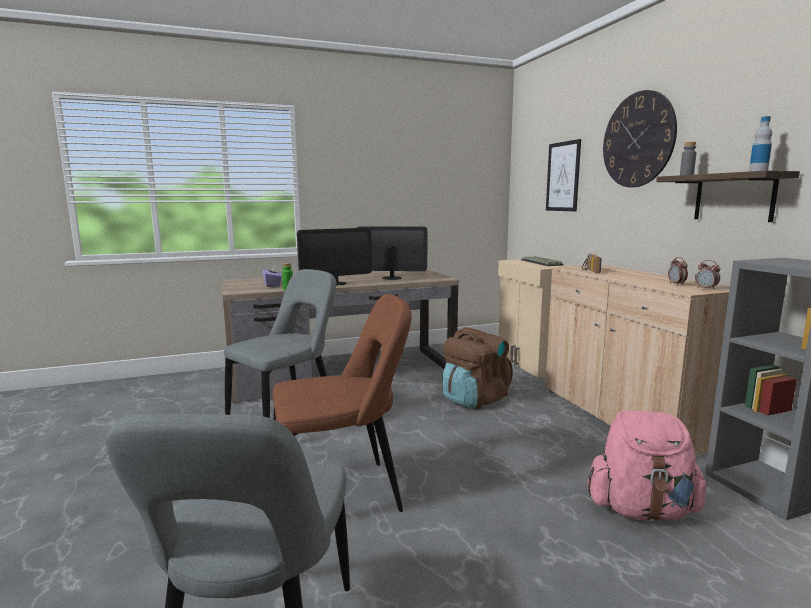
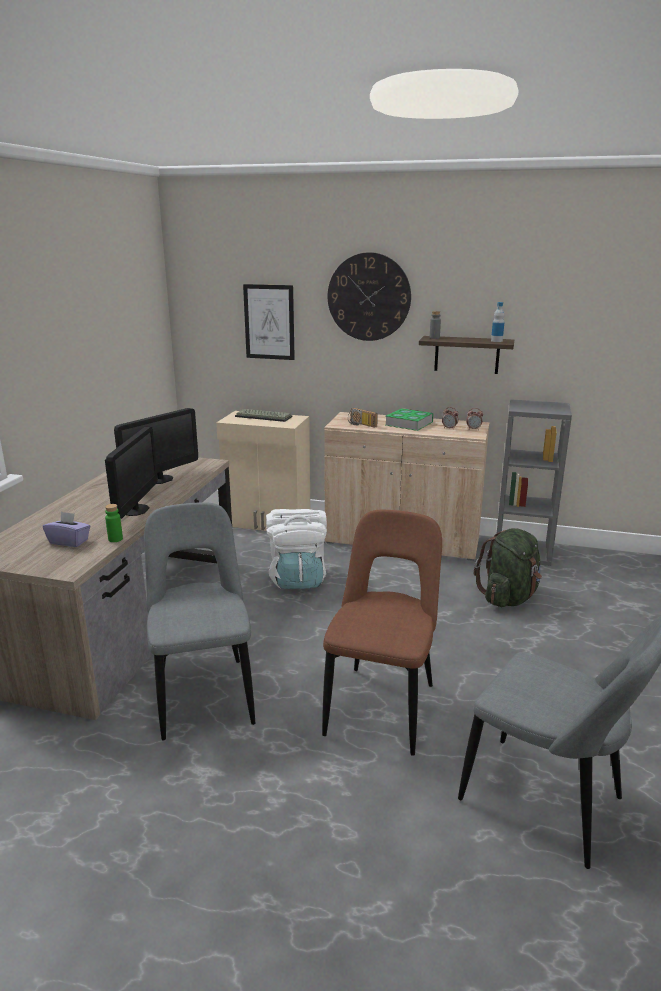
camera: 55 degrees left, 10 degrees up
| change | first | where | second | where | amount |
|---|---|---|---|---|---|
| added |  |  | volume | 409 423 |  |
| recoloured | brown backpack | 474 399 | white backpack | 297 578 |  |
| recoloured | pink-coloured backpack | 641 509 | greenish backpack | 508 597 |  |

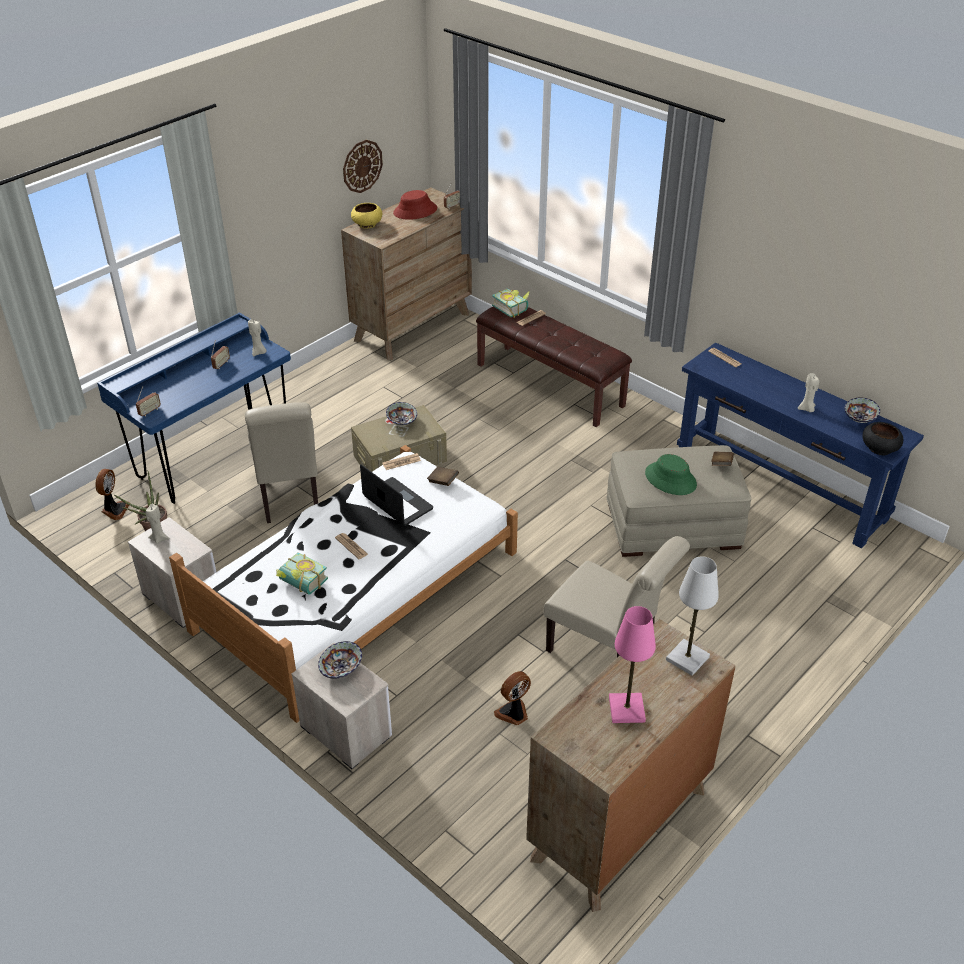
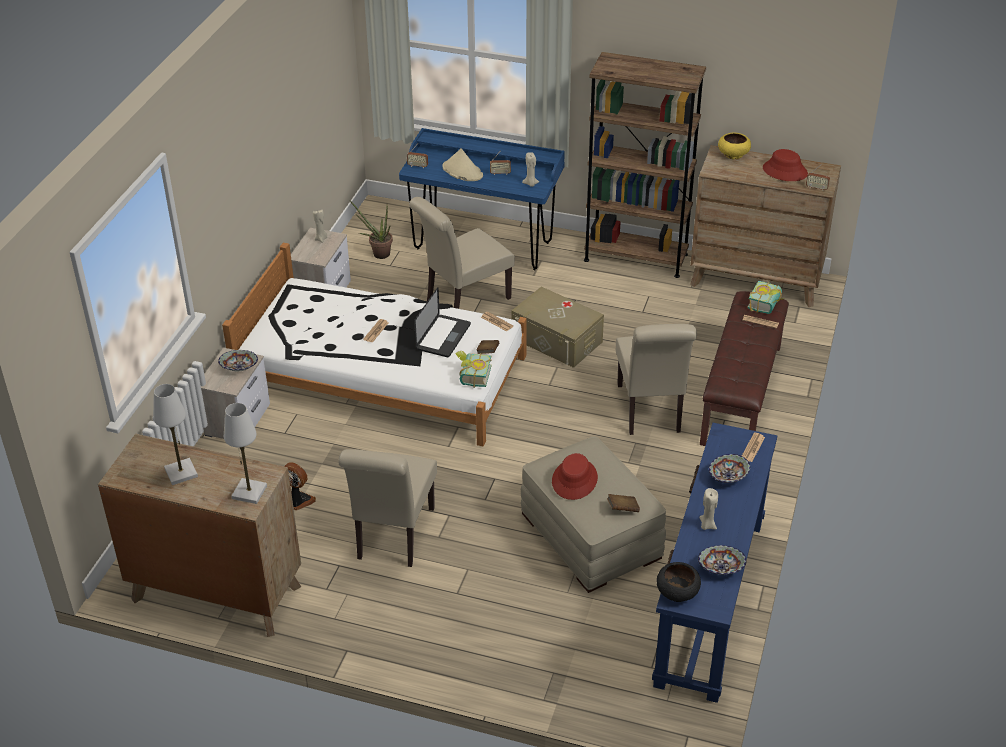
camera: 65 degrees right, 0 degrees up
| change | first | where | second | where | amount |
|---|---|---|---|---|---|
| removed | electric fan | 114 510 |  |  |  |
| removed | hanging clock | 362 166 |  |  |  |
| added |  |  | beige hat | 462 171 |  |
| added |  |  | brown shelving unit | 635 257 |  |
| added |  |  | beige plain chair | 650 412 |  |
| moved | volume | 300 584 |  | 471 376 |  |
| moved | serving bowl | 401 421 |  | 728 476 |  |
| recoloured | pink-coloured table lamp | 626 709 | white table lamp | 181 472 |  |
| recoloured | greenish hat | 670 479 | red-coloured hat | 575 480 |  |

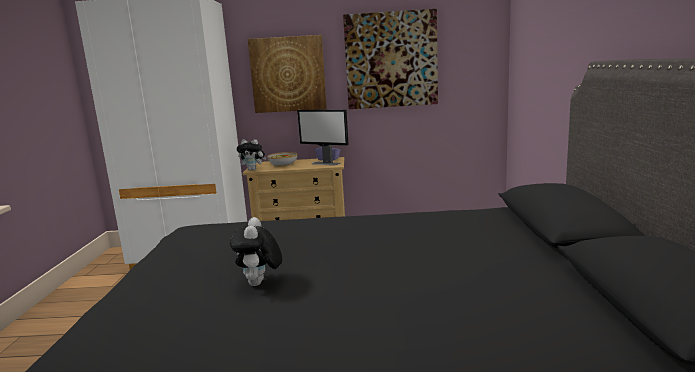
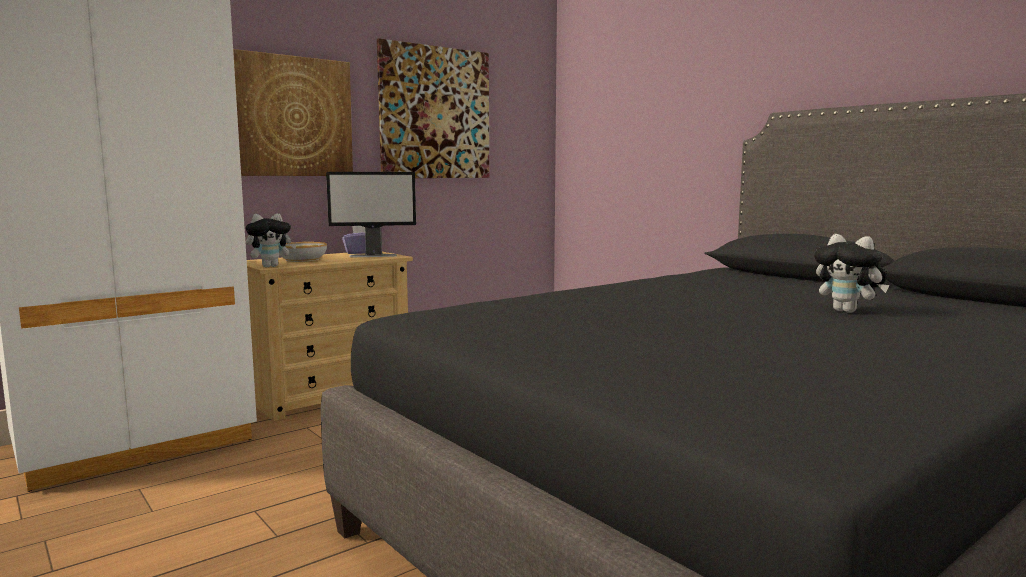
camera: 40 degrees left, 5 degrees down
| change | first | where | second | where | amount |
|---|---|---|---|---|---|
| moved | soft toy | 260 284 |  | 848 311 |  |

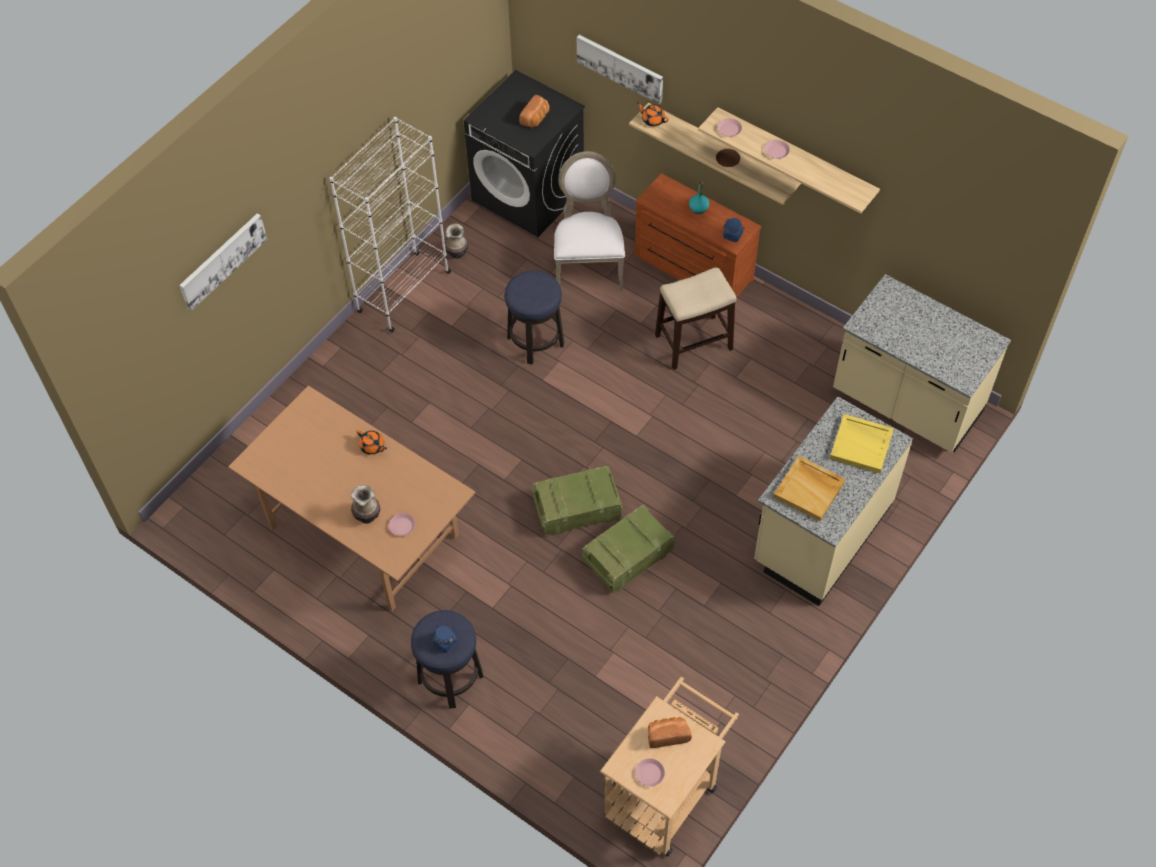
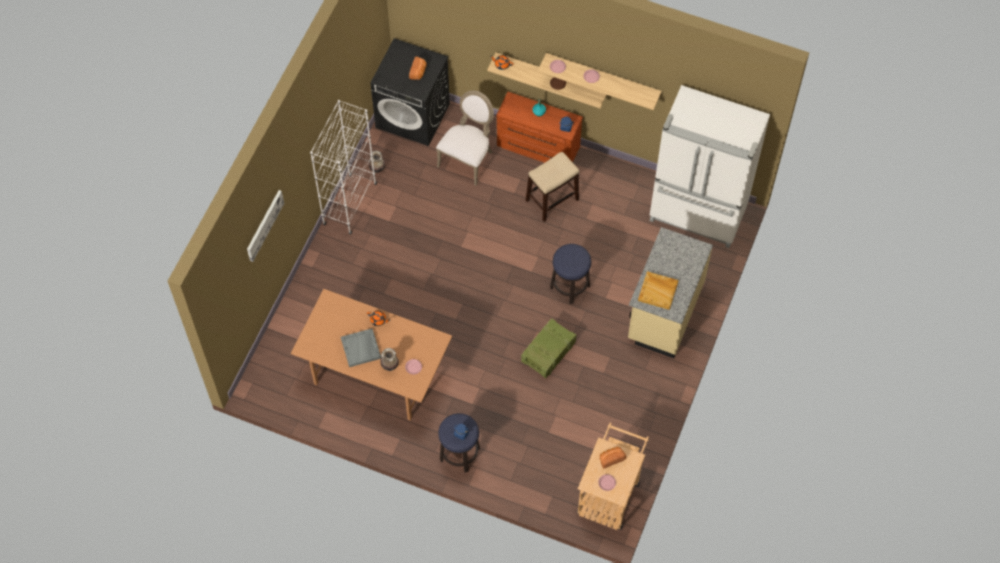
camera: 15 degrees left, 5 degrees up
| change | first | where | second | where | amount |
|---|---|---|---|---|---|
| removed | crate | 576 509 |  |  |  |
| removed | wall picture | 620 67 |  |  |  |
| removed | yellow carrying tray | 862 445 |  |  |  |
| added |  |  | gray carrying tray | 361 348 |  |
| moved | stool seat | 535 341 |  | 570 286 |  |
| replaced | beige kitchen base unit | 906 404 | white fridge | 698 214 |  |
| turned | white plain chair | 588 264 |  | 468 158 | 45 degrees clockwise |

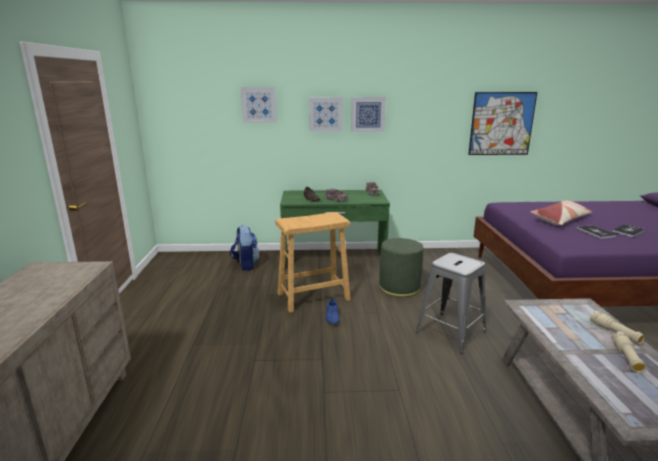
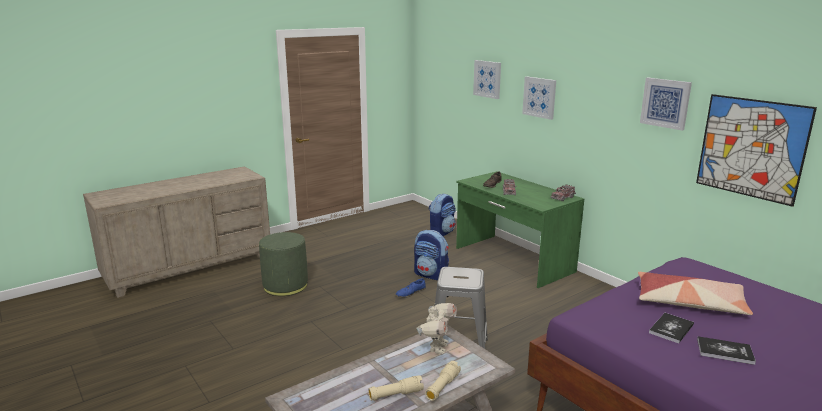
camera: 55 degrees right, 0 degrees up
| change | first | where | second | where | amount |
|---|---|---|---|---|---|
| added |  |  | robot figure | 437 347 |  |
| moved | wall picture | 368 114 |  | 665 103 |  |
| moved | greenish ottoman | 399 287 |  | 285 286 |  |
| replaced | beige stool seat | 314 296 | backpack | 431 275 |  |

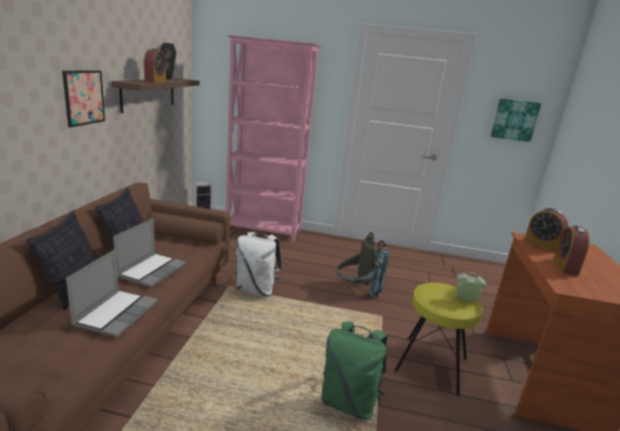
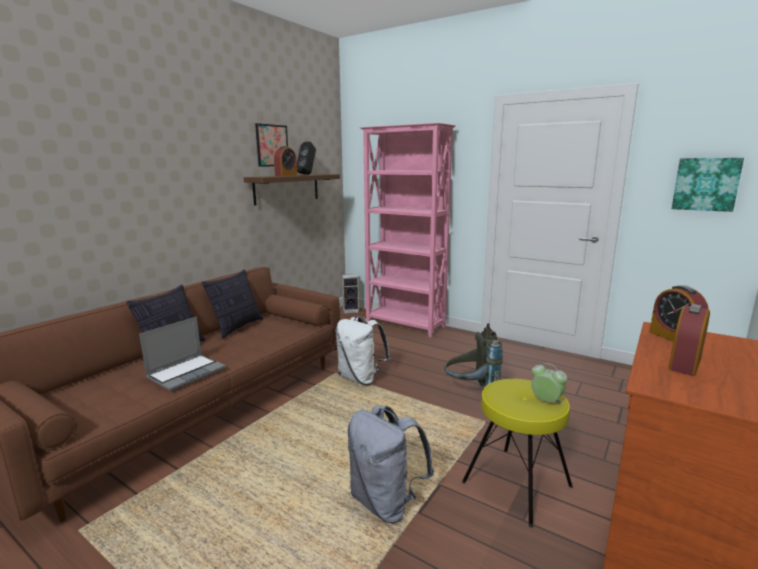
camera: 25 degrees right, 5 degrees down
| change | first | where | second | where | amount |
|---|---|---|---|---|---|
| removed | laptop | 151 270 |  |  |  |
| moved | wall picture | 84 97 |  | 272 145 |  |
| recoloured | greenish backpack | 349 402 | gray backpack | 386 502 |  |

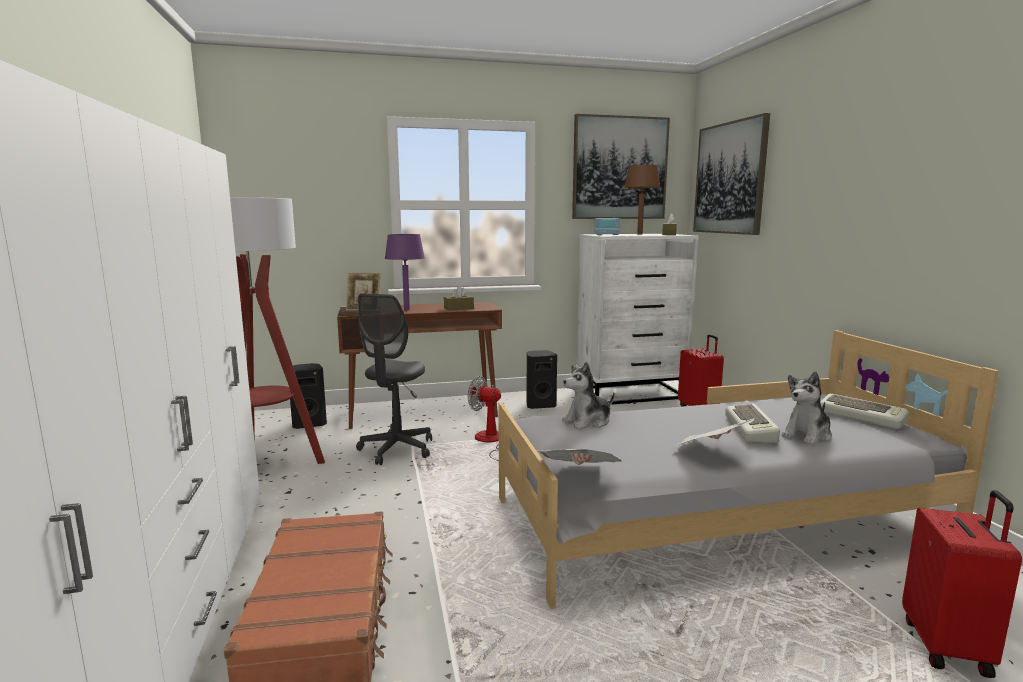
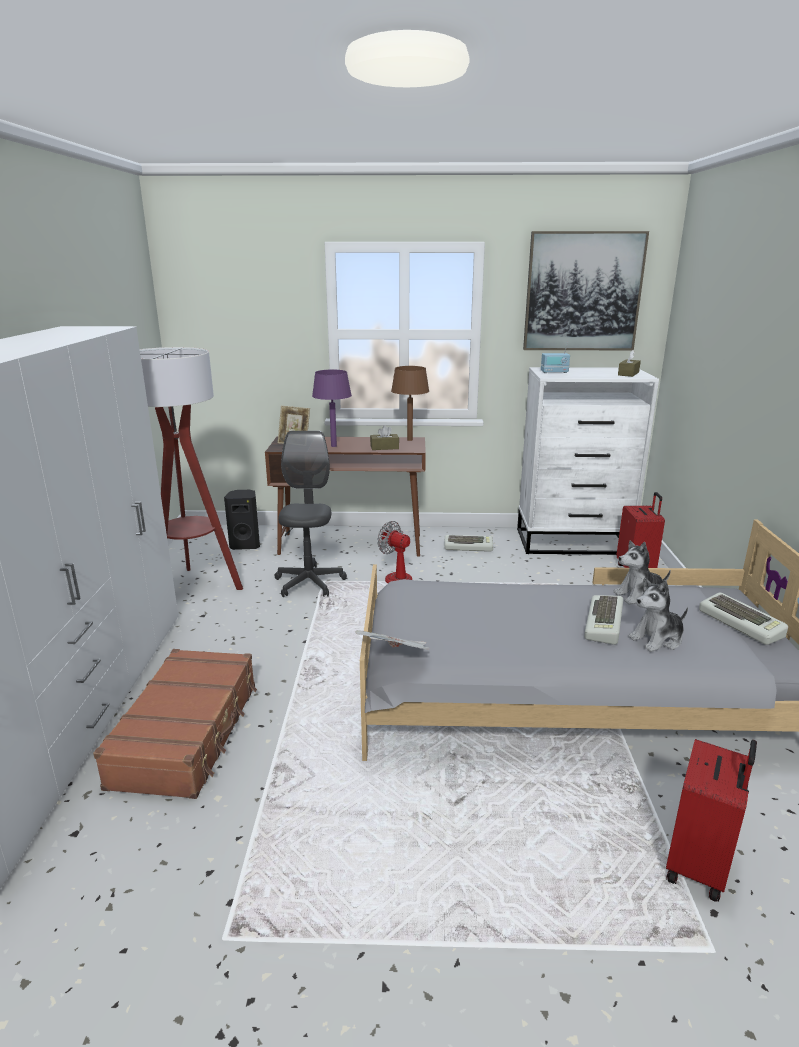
camera: 15 degrees right, 10 degrees up
| change | first | where | second | where | amount |
|---|---|---|---|---|---|
| removed | newspaper | 711 452 |  |  |  |
| removed | wall picture | 730 178 |  |  |  |
| moved | soft toy | 588 421 |  | 639 596 |  |
| moved | brown table lamp | 640 234 |  | 410 440 |  |
| replaced | blackish speaker | 540 405 | PC keyboard | 469 547 |  |
| turned | gray office chair | 397 449 |  | 309 583 | 150 degrees clockwise |

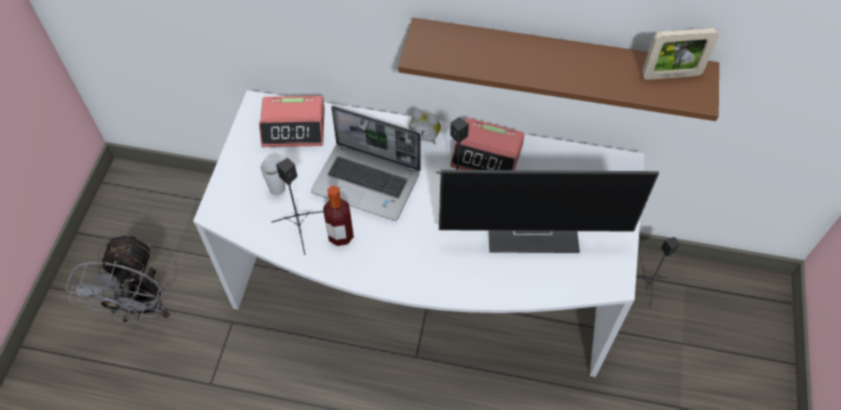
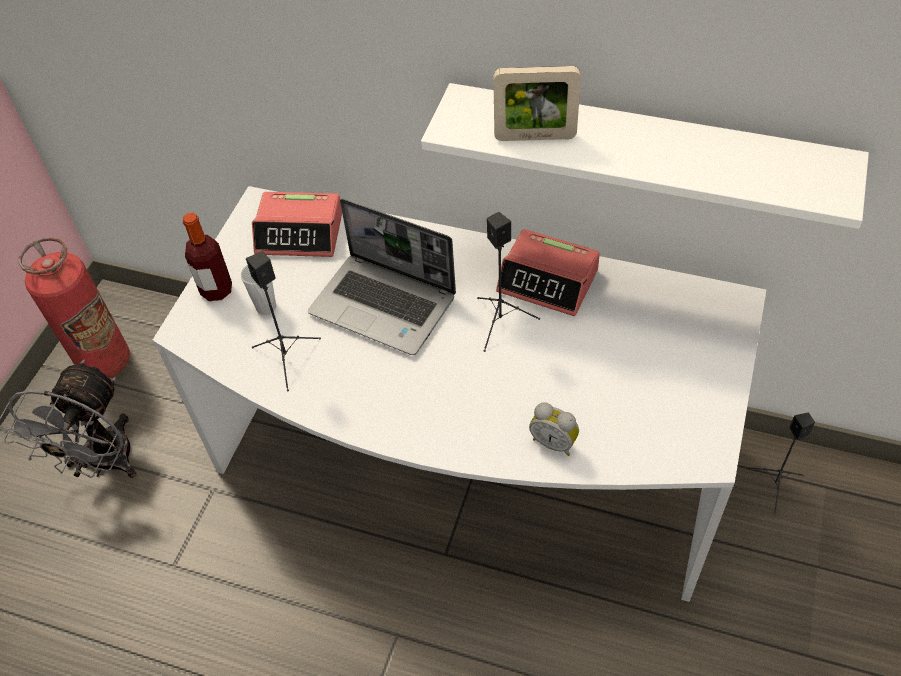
camera: 10 degrees right, 5 degrees down
| change | first | where | second | where | amount |
|---|---|---|---|---|---|
| removed | computer screen | 534 229 |  |  |  |
| added |  |  | fire-fighting cylinder | 105 362 |  |
| moved | bottle | 340 236 |  | 216 290 |  |
| moved | bedside clock | 425 136 |  | 554 442 |  |
| moved | picture frame | 671 75 |  | 535 137 |  |
| recoloured | brown wall shelf | 557 63 | white wall shelf | 643 151 |  |

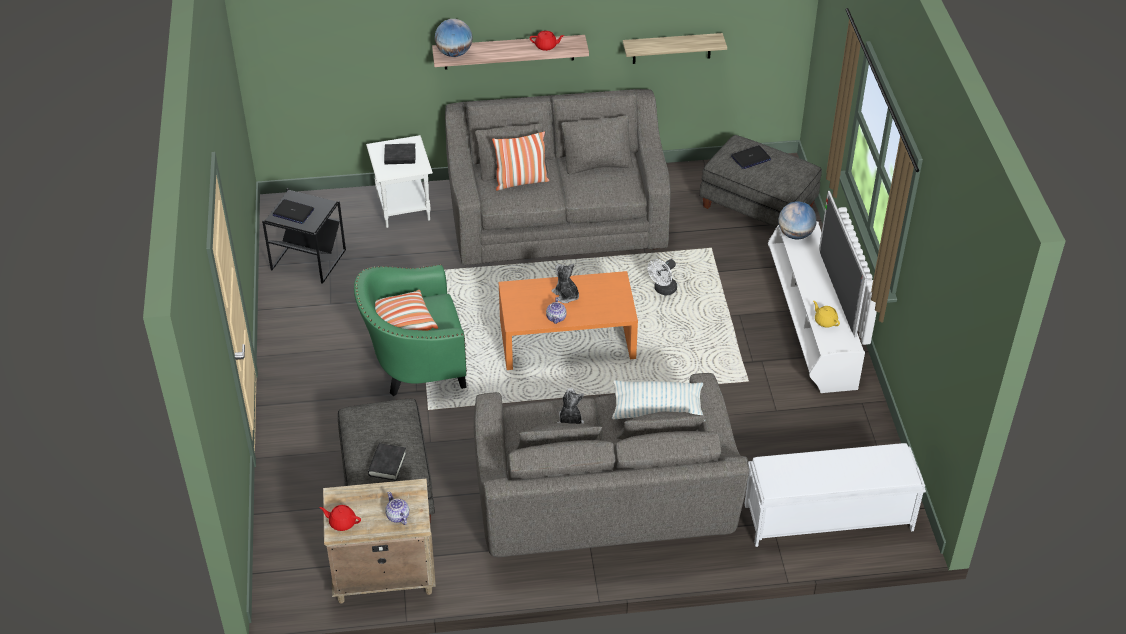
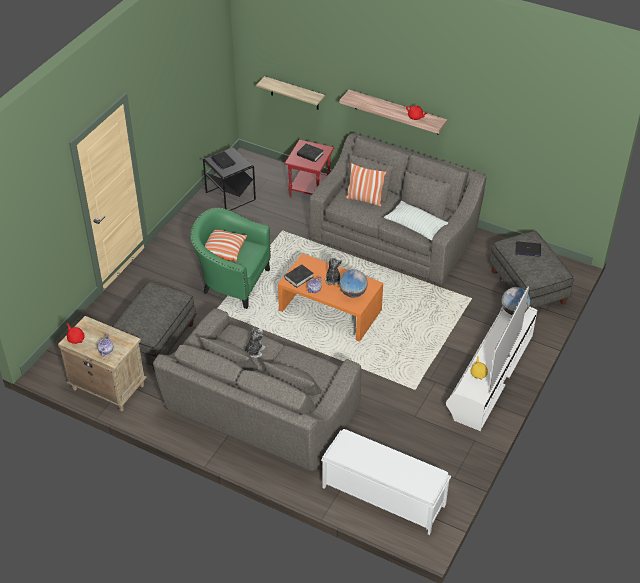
camera: 35 degrees right, 0 degrees up
| change | first | where | second | where | amount |
|---|---|---|---|---|---|
| removed | white electric fan | 663 290 |  |  |  |
| moved | blackish volume | 387 464 |  | 299 277 |  |
| moved | globe | 454 53 |  | 353 293 |  |
| moved | cushion | 657 410 |  | 415 226 |  |
| moved | wall shelf | 672 48 |  | 294 93 |  |
| recoloured | white side table | 403 208 | red-coloured side table | 310 190 |  |

